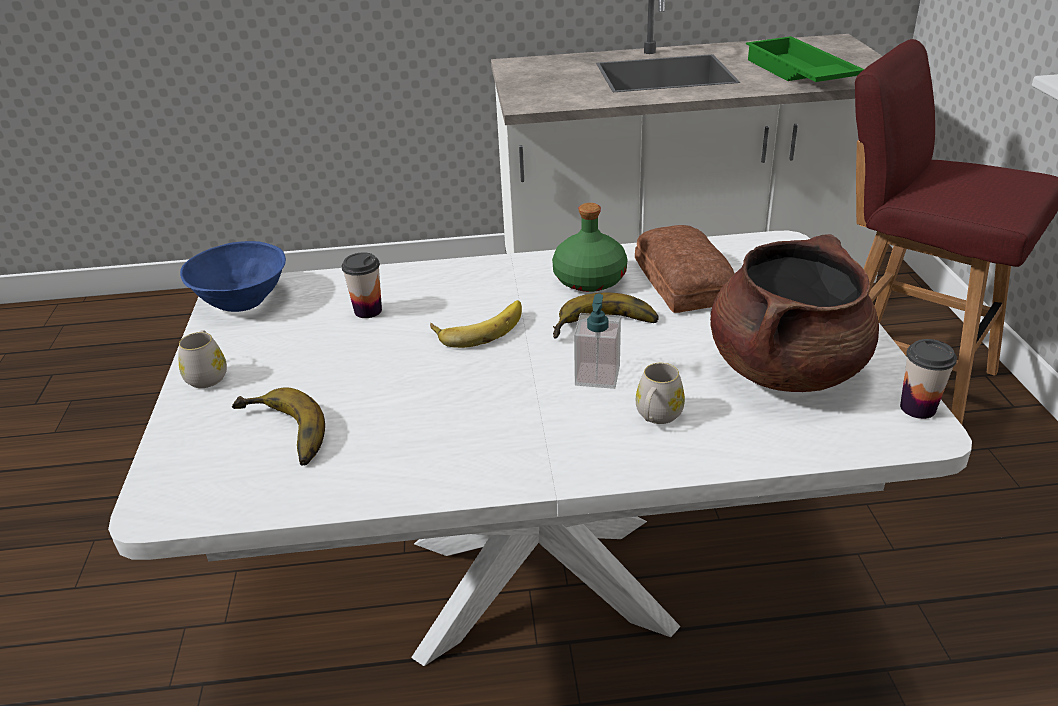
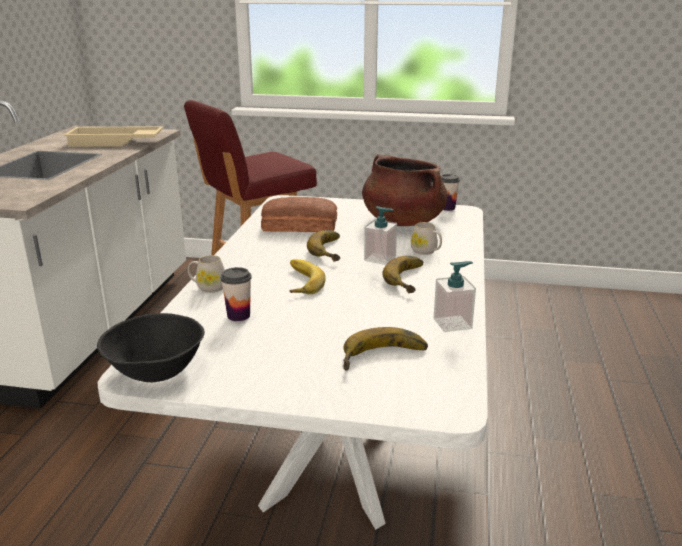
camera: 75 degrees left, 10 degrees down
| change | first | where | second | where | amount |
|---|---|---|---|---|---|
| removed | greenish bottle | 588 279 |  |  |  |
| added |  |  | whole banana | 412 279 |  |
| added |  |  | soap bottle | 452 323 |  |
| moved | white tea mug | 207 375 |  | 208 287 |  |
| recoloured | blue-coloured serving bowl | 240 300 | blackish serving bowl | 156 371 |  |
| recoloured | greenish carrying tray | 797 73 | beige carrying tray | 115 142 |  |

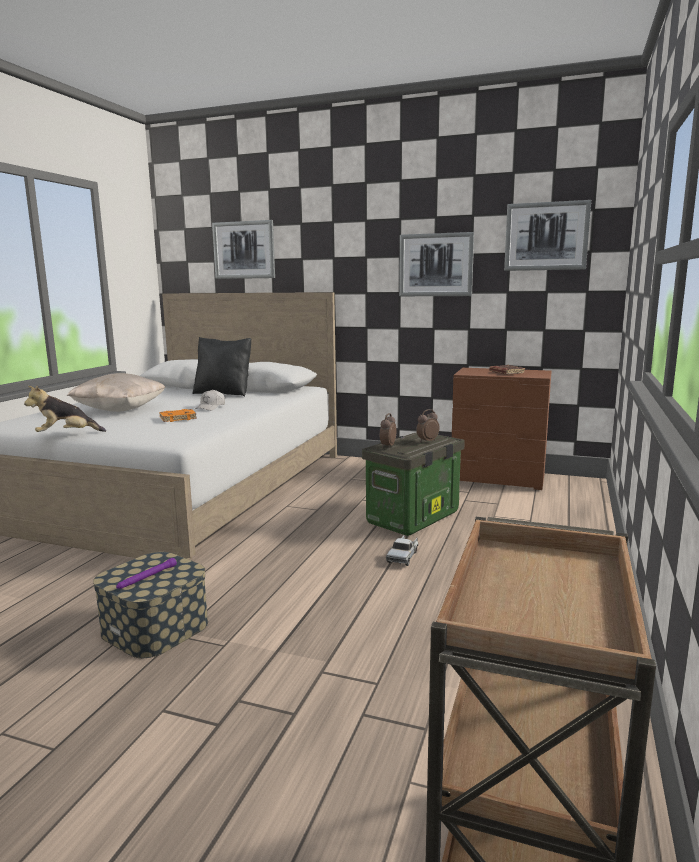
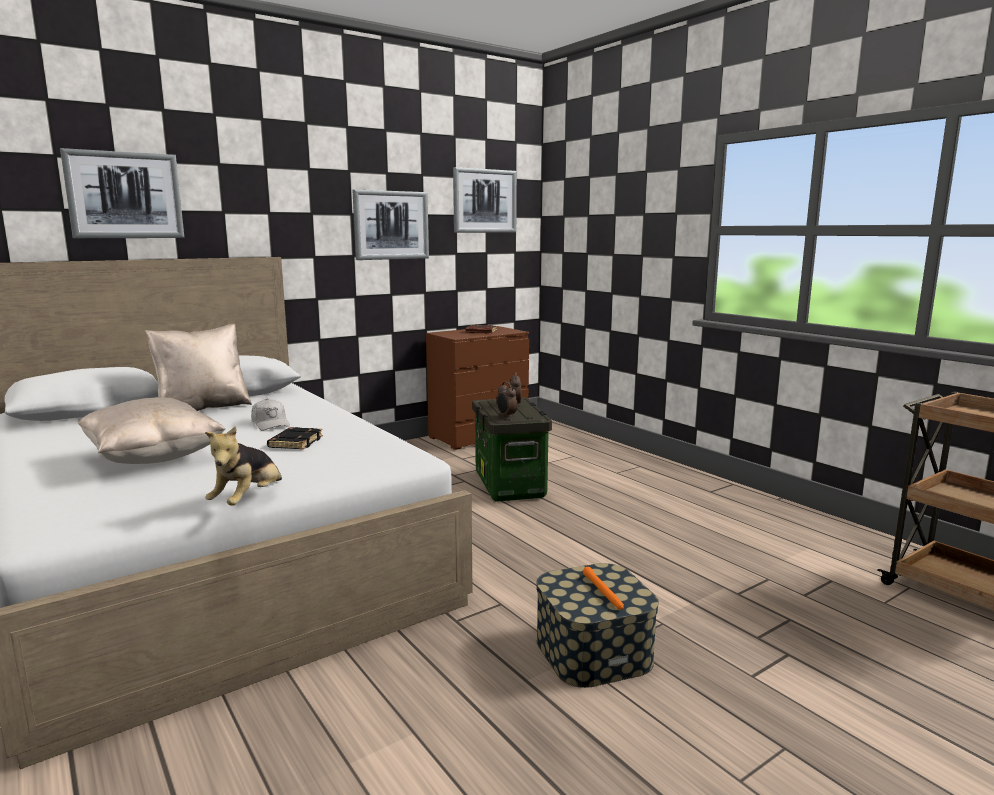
camera: 55 degrees left, 0 degrees up
| change | first | where | second | where | amount |
|---|---|---|---|---|---|
| removed | toy lorry | 403 556 |  |  |  |
| recoloured | purple-coloured torch | 147 577 | orange-coloured torch | 603 593 |  |
| recoloured | orange-coloured volume | 178 418 | blackish volume | 295 442 |  |
| recoloured | blackish cushion | 223 393 | beige cushion | 203 408 |  |

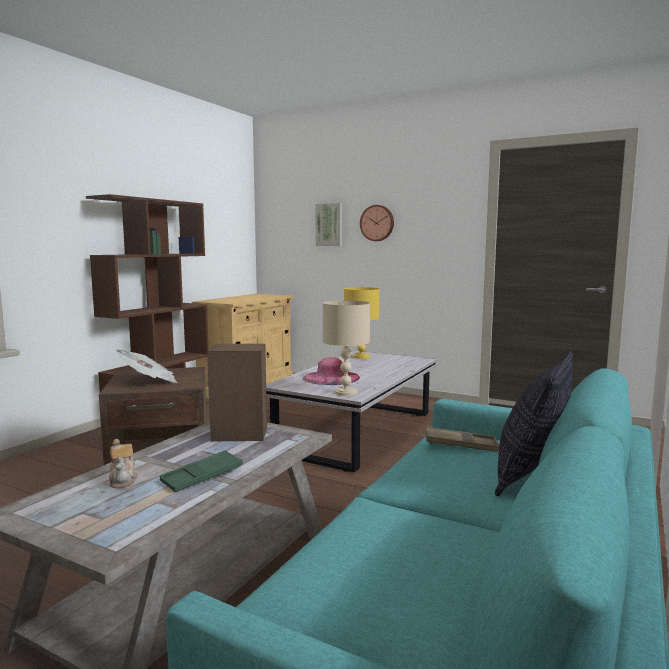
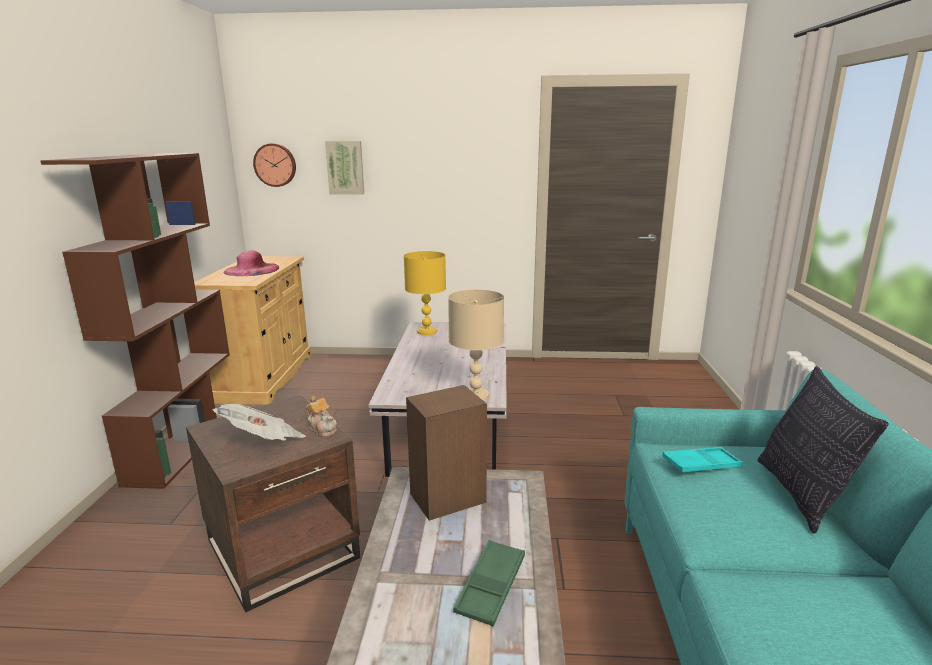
camera: 25 degrees left, 10 degrees up
| change | first | where | second | where | amount |
|---|---|---|---|---|---|
| moved | pot for tea | 123 479 |  | 322 429 |  |
| moved | pink-coloured hat | 331 377 |  | 251 270 |  |
| moved | hanging clock | 377 223 |  | 275 165 |  |
| recoloured | brown carrying tray | 461 445 | turquoise carrying tray | 701 465 |  |

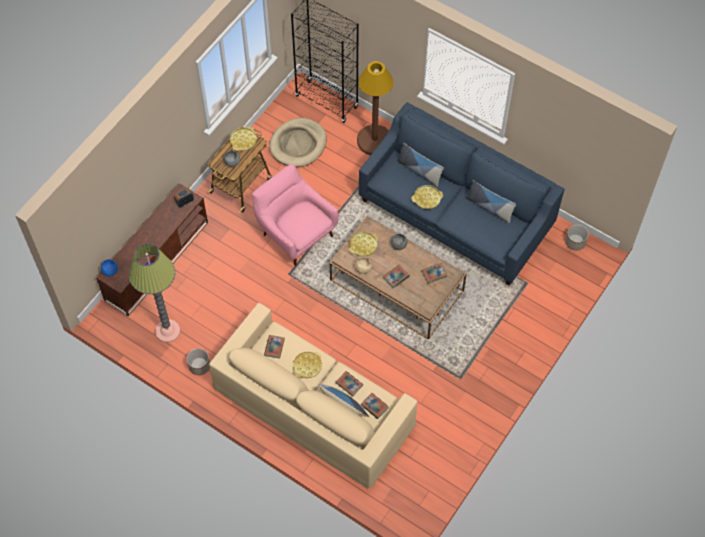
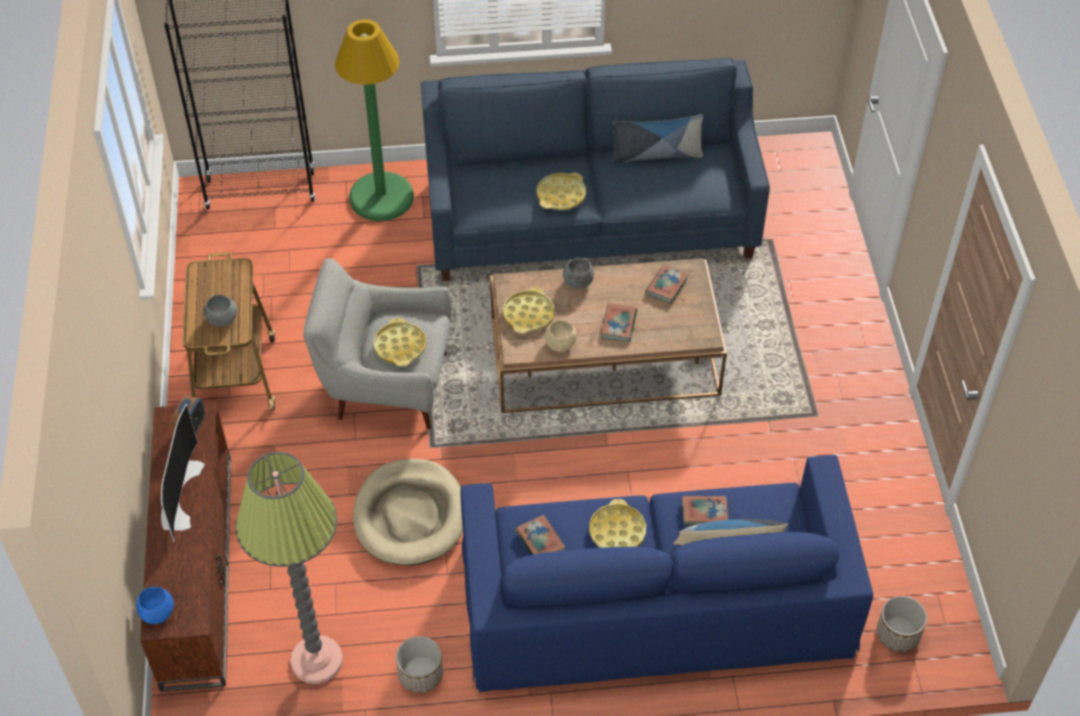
camera: 40 degrees left, 10 degrees down
| change | first | where | second | where | amount |
|---|---|---|---|---|---|
| removed | volume | 374 406 |  |  |  |
| removed | cushion | 419 171 |  |  |  |
| added |  |  | TV | 179 494 |  |
| moved | yellow carrying tray | 243 140 |  | 400 346 |  |
| moved | beige dog bed | 298 144 |  | 410 515 |  |
| moved | planter | 575 242 |  | 897 634 |  |
| recoloured | beige settee | 313 405 | blue-coloured settee | 655 601 |  |
| recoloured | pink-coloured armchair | 295 233 | gray armchair | 386 385 |  |
| recoloured | brown standard lamp | 374 140 | greenish standard lamp | 381 197 |  |

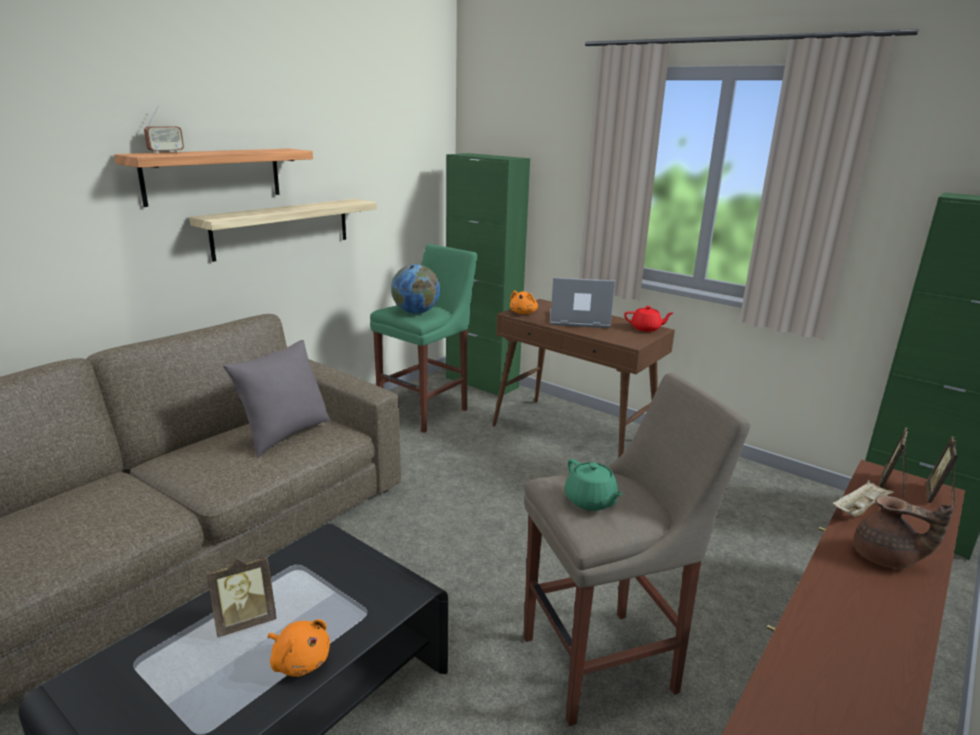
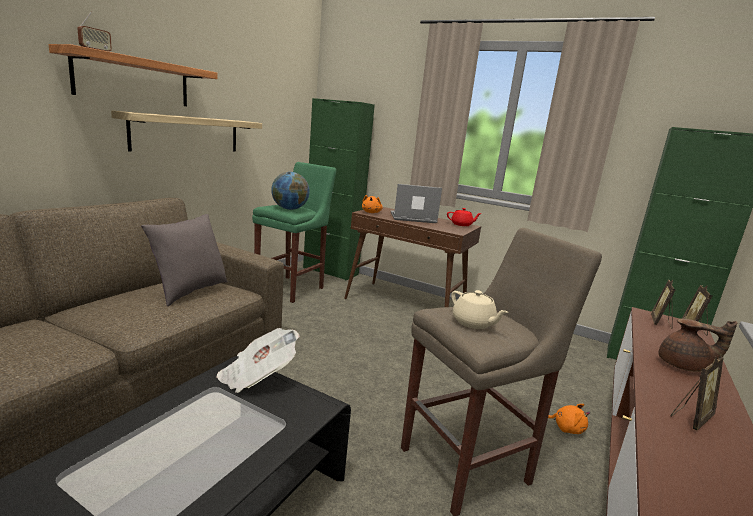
camera: 10 degrees left, 5 degrees down
| change | first | where | second | where | amount |
|---|---|---|---|---|---|
| removed | beige carrying tray | 859 509 |  |  |  |
| added |  |  | newspaper | 257 376 |  |
| moved | picture frame | 245 621 |  | 690 418 |  |
| moved | orange-coloured soft toy | 300 661 |  | 566 428 |  |
| recoloured | greenish pot for tea | 590 501 | beige pot for tea | 473 323 |  |

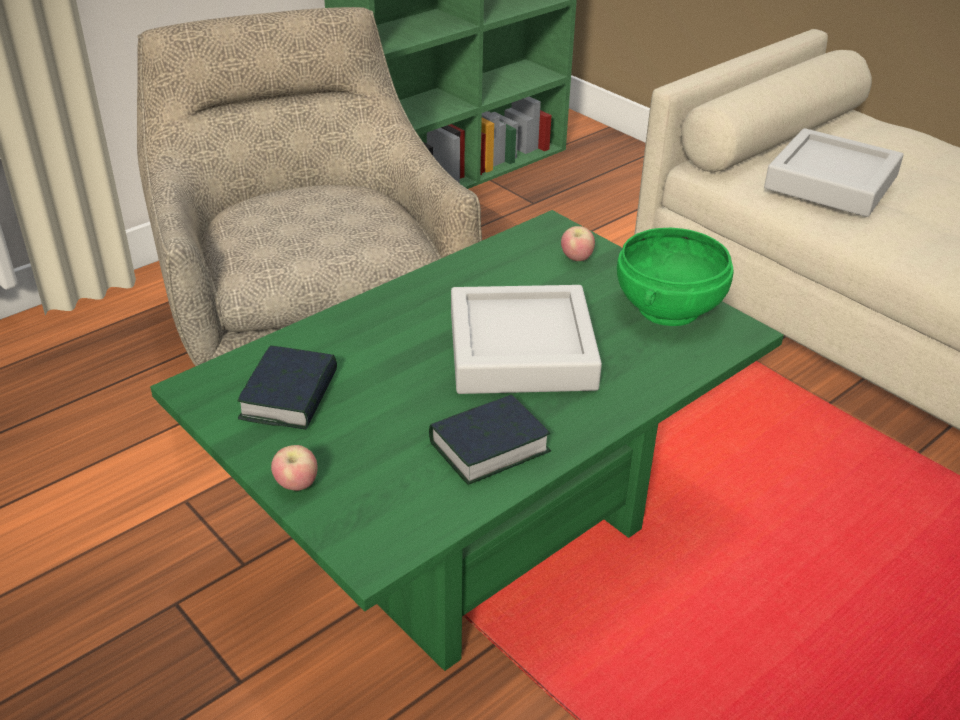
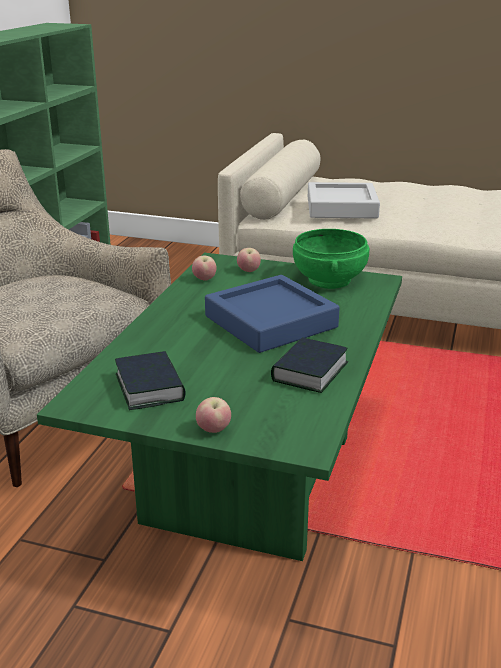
camera: 30 degrees left, 10 degrees down
| change | first | where | second | where | amount |
|---|---|---|---|---|---|
| added |  |  | apple | 204 279 |  |
| recoloured | gray carrying tray | 521 350 | blue-coloured carrying tray | 270 322 |  |

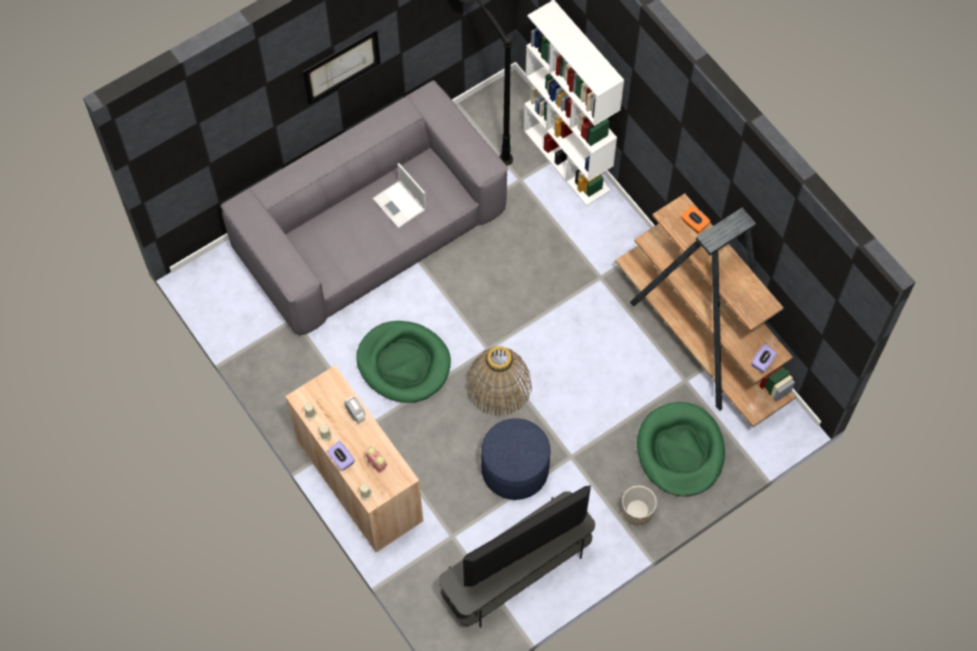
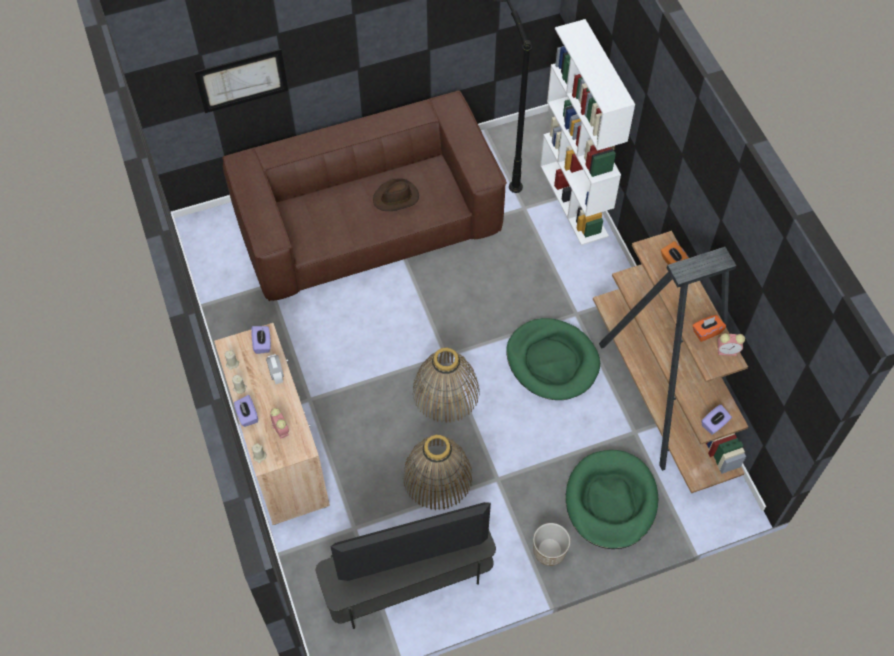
camera: 15 degrees right, 5 degrees down
| change | first | where | second | where | amount |
|---|---|---|---|---|---|
| added |  |  | purple-coloured tissue holder | 262 344 |  |
| added |  |  | orange-coloured tissue holder | 706 332 |  |
| added |  |  | bedside clock | 728 351 |  |
| moved | wall picture | 341 66 |  | 242 80 |  |
| moved | greenish dog bed | 404 363 |  | 552 361 |  |
| replaced | laptop | 400 205 | brown hat | 396 198 |  |
| replaced | blue-coloured ottoman | 515 469 | basket | 437 477 |  |
| recoloured | gray settee | 370 229 | brown settee | 368 221 |  |

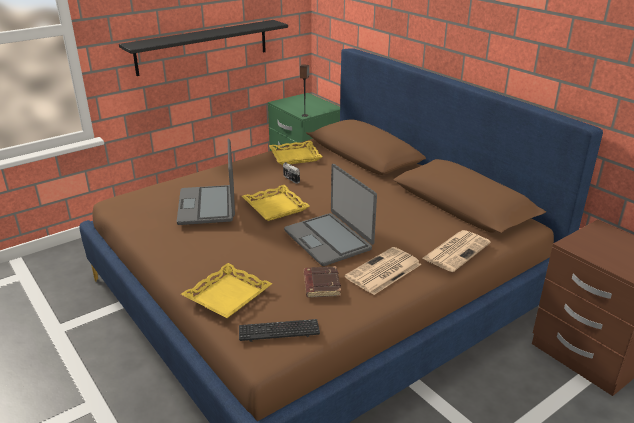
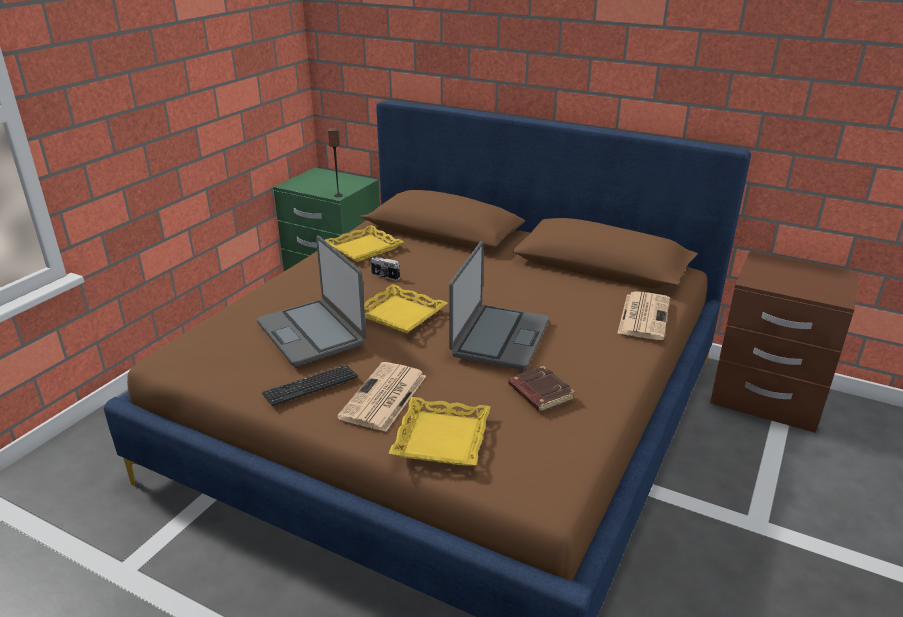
camera: 25 degrees left, 0 degrees up
| change | first | where | second | where | amount |
|---|---|---|---|---|---|
| removed | blackish wall shelf | 203 47 |  |  |  |
| moved | PC keyboard | 279 331 |  | 311 386 |  |
| moved | newspaper | 383 271 |  | 383 398 |  |
| turned | laptop | 329 239 |  | 499 338 | 105 degrees counterclockwise |

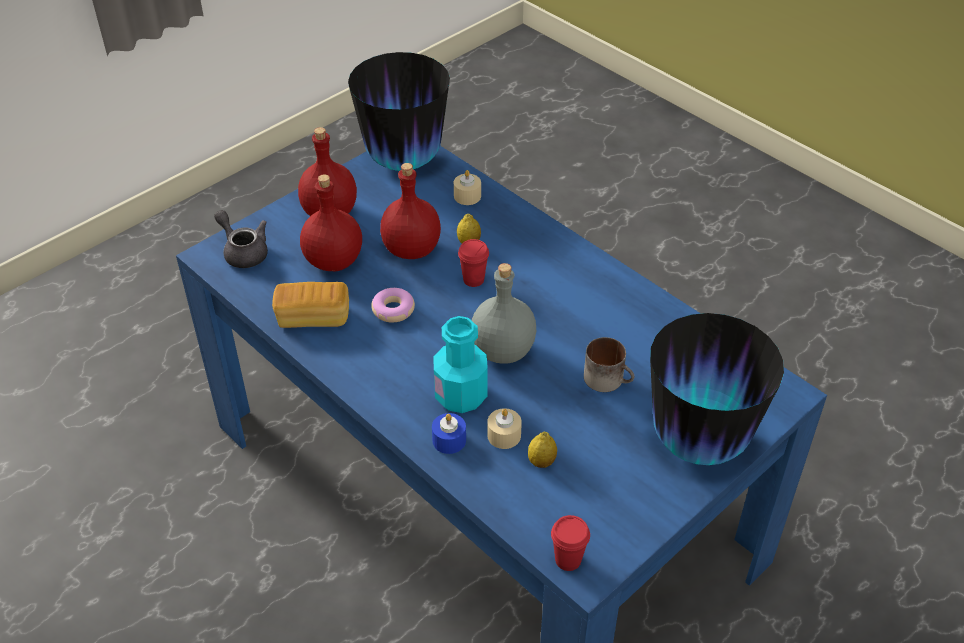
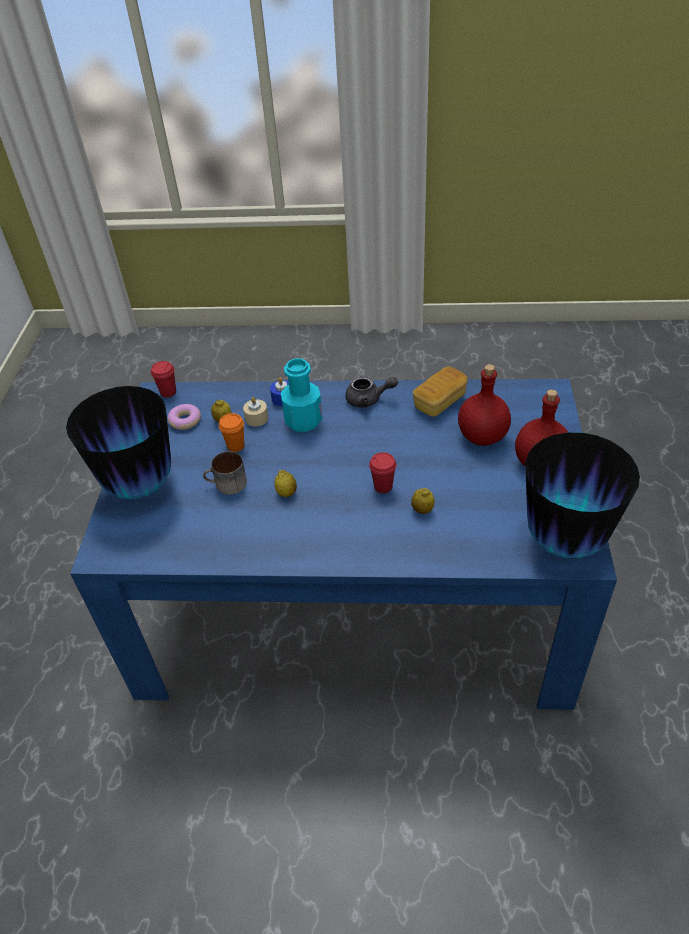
camera: 140 degrees right, 0 degrees up
| change | first | where | second | where | amount |
|---|---|---|---|---|---|
| removed | red-coloured bottle | 412 248 |  |  |  |
| removed | beige wax candle | 467 196 |  |  |  |
| removed | gray bottle | 503 351 |  |  |  |
| added |  |  | orange-coloured cup | 236 446 |  |
| added |  |  | lemon | 286 493 |  |
| moved | gray pot for tea | 243 252 |  | 368 399 |  |
| moved | donut | 393 310 |  | 185 420 |  |

